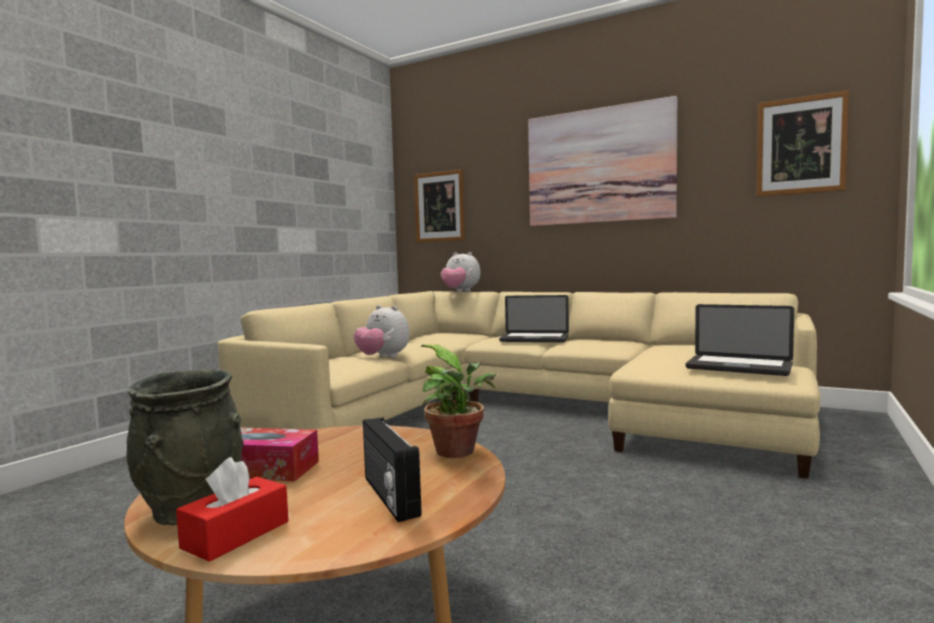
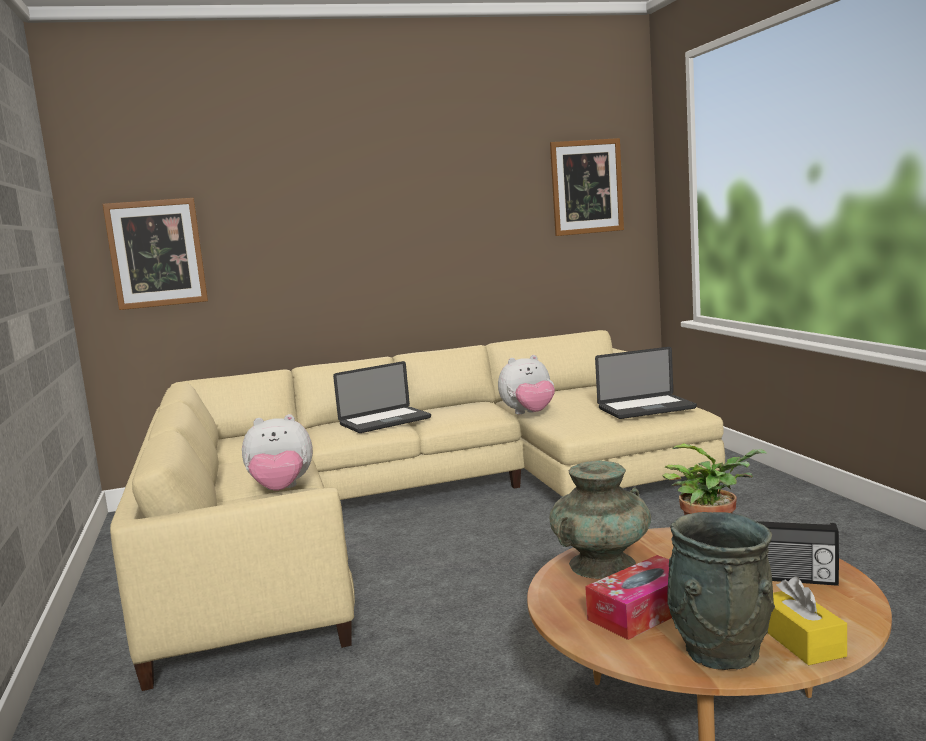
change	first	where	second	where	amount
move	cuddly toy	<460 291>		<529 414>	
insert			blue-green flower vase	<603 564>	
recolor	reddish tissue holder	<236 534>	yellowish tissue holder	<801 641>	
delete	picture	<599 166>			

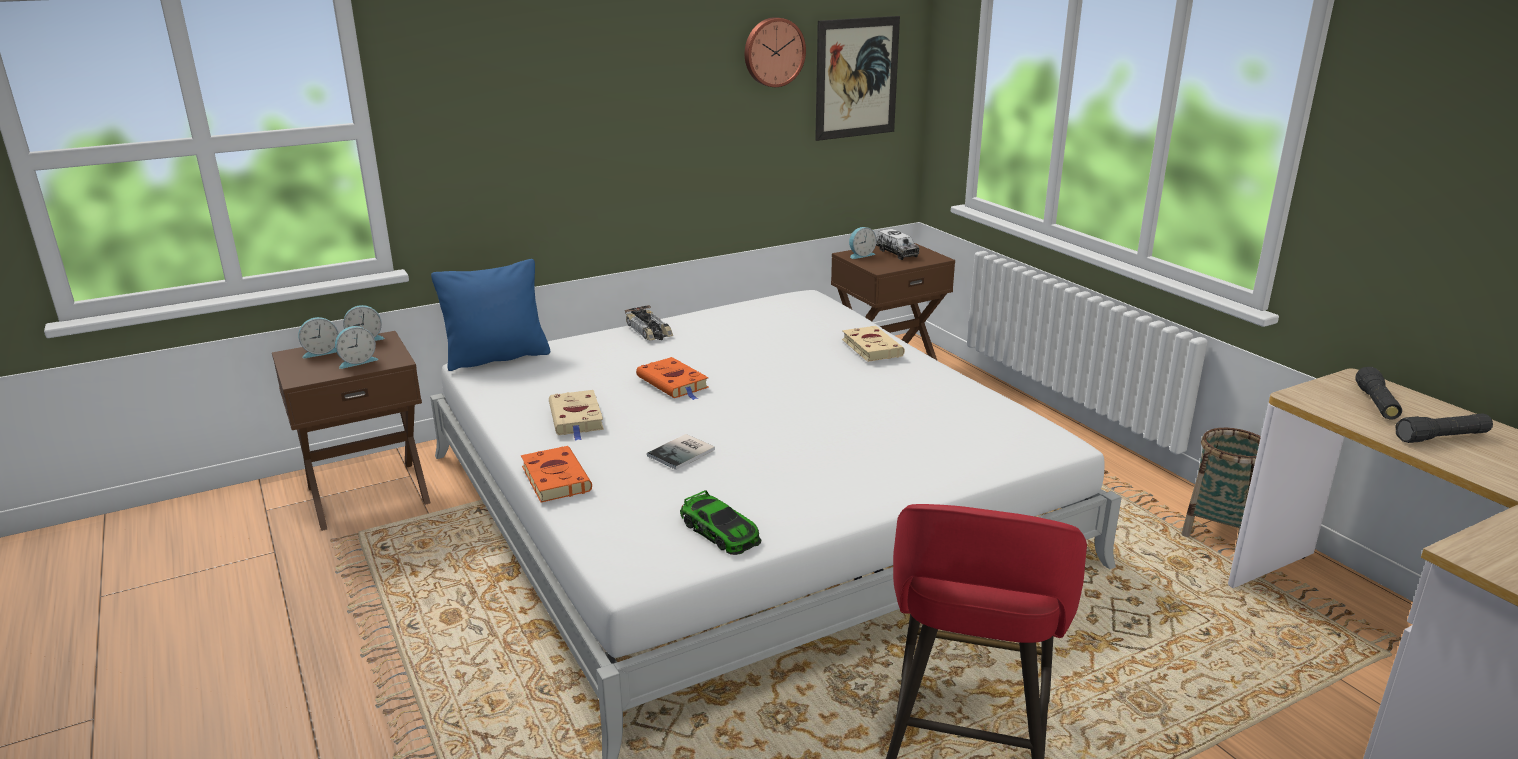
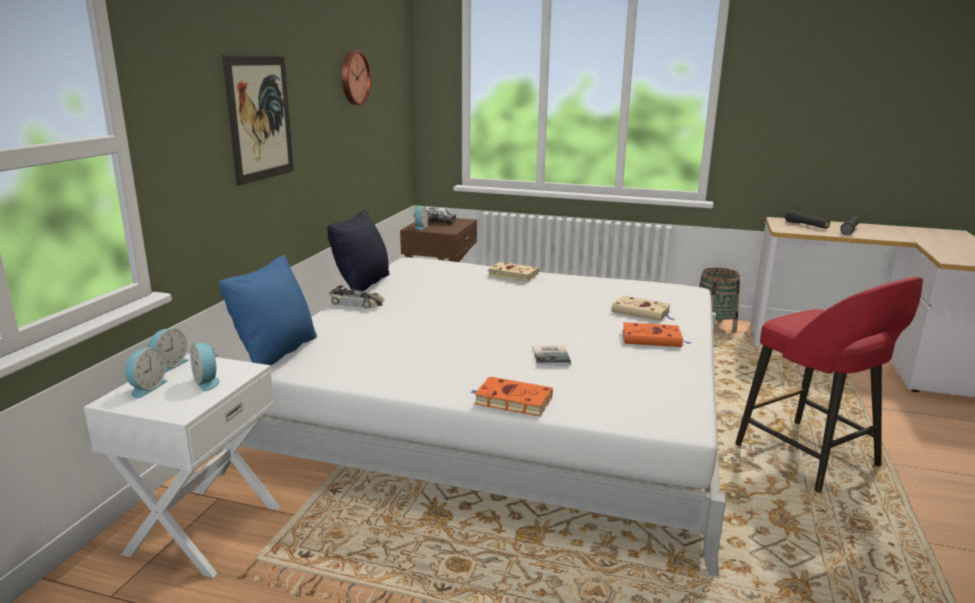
change	first	where	second	where	amount
recolor	brown-coloured bedside table	<368 493>	white bedside table	<202 529>	
rotate	table clock	<357 361>		<208 381>	135 degrees clockwise
move	picture	<856 78>		<260 118>	
insert			black-coloured cushion	<363 284>	
move	beige bound book	<577 418>		<642 312>	
move	orangey bound book	<674 383>		<653 339>	
delete	toy car	<720 531>			

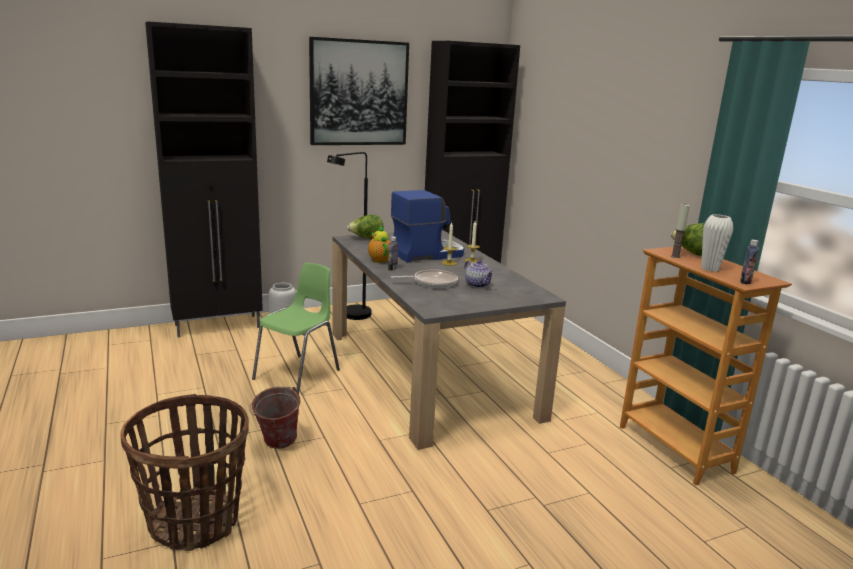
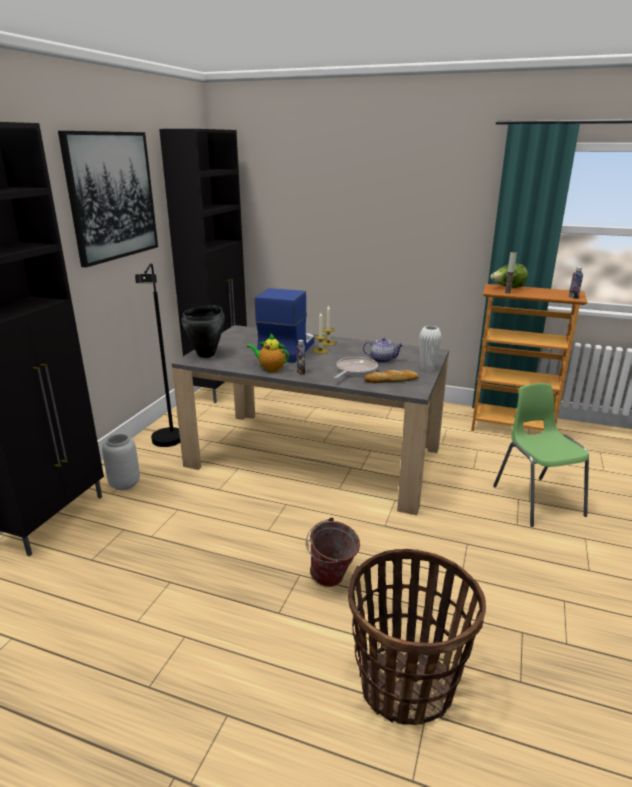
change	first	where	second	where	amount
replace	lettuce	<366 238>	black-coloured cooking pot	<206 354>	
insert			bread	<391 380>	
move	white flower vase	<710 269>		<427 369>	
move	greenish upright chair	<298 374>		<537 500>	

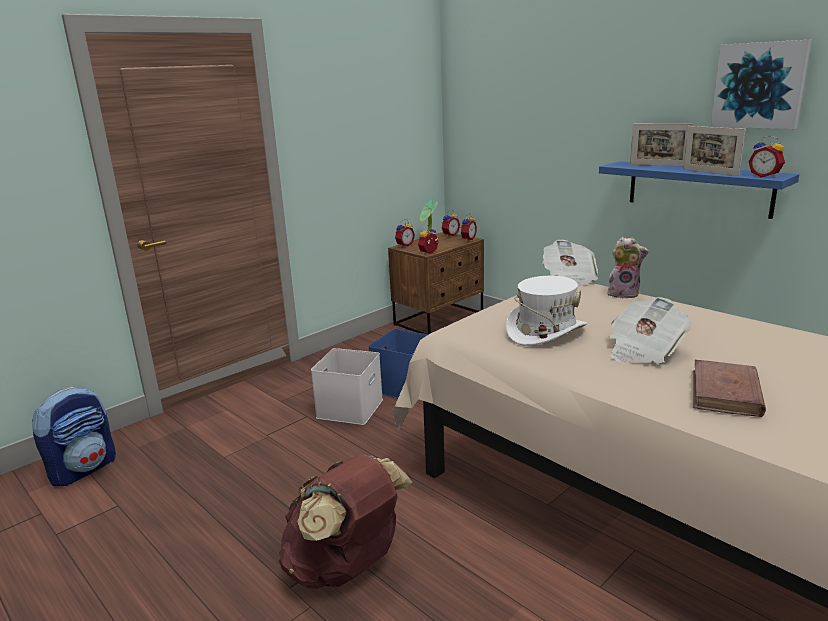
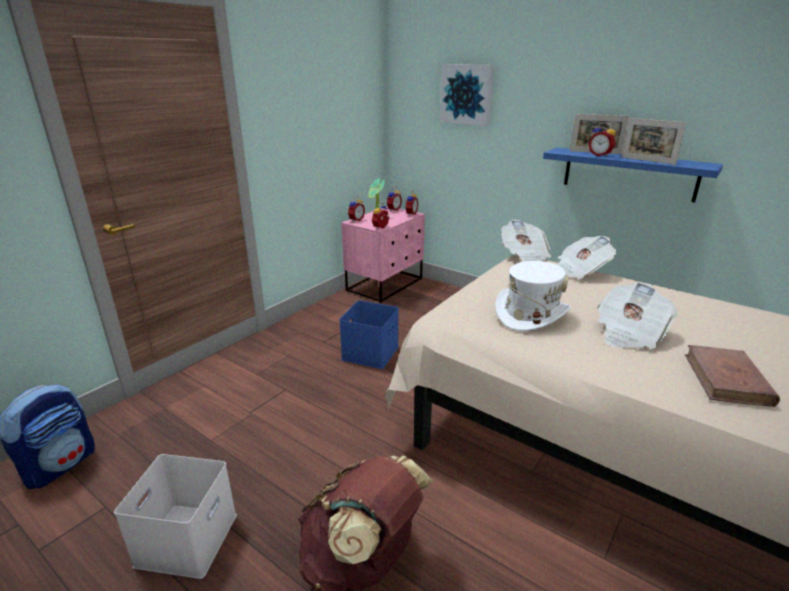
change	first	where	second	where	amount
move	white storage box	<349 408>		<186 537>	
recolor	brown-coloured bedside table	<440 320>	pink-coloured bedside table	<385 285>	
move	picture	<759 85>		<467 94>	
replace	cuddly toy	<624 294>	daily paper	<579 271>	
move	table clock	<765 176>		<600 155>	

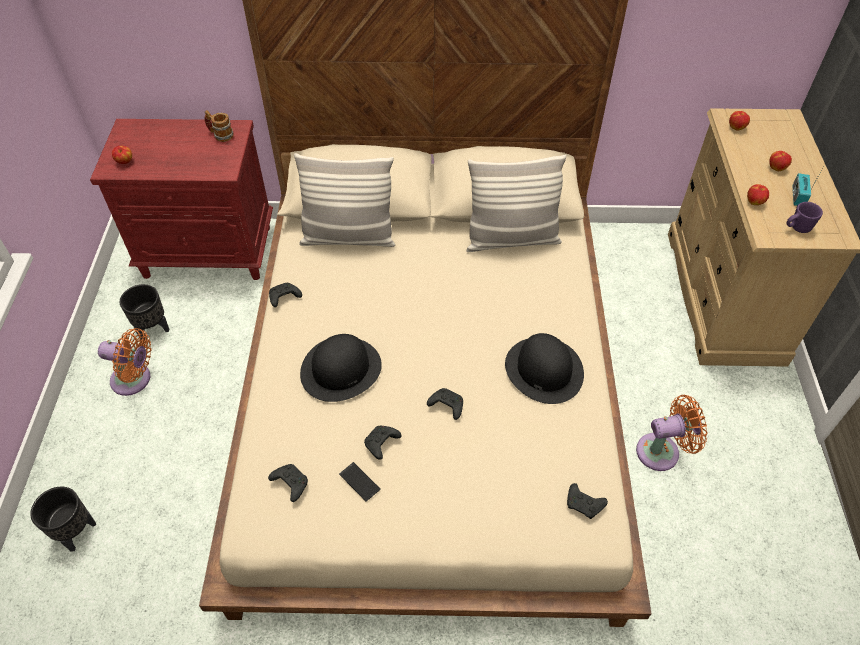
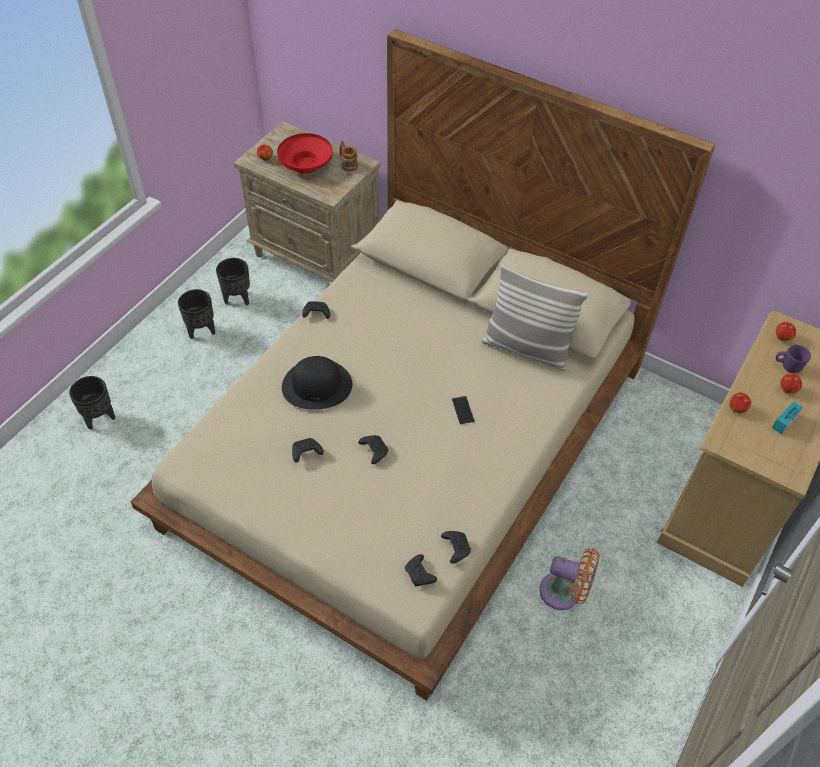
change	first	where	second	where	amount
replace	orangey cooling fan	<135 380>	black-coloured flower pot	<201 330>	
recolor	reddish bedside table	<209 251>	beige bedside table	<317 256>	
insert			reddish deep dish	<306 164>	
move	black-coloured joypad	<290 483>		<455 548>	
move	handset	<359 481>		<463 410>	
move	purple mug	<797 228>		<787 366>	
delete	cushion	<348 238>			
delete	black-coloured wearable hat	<543 369>			

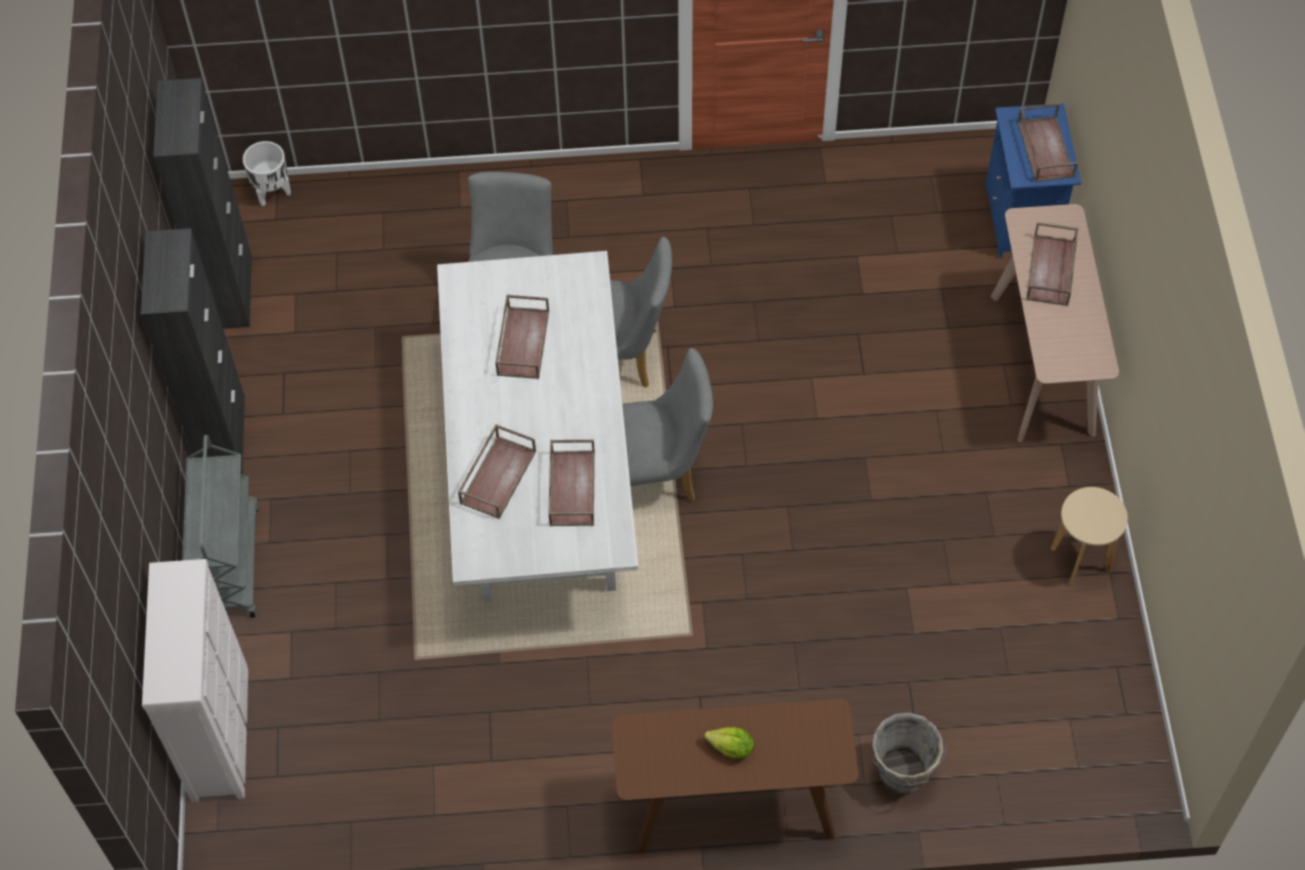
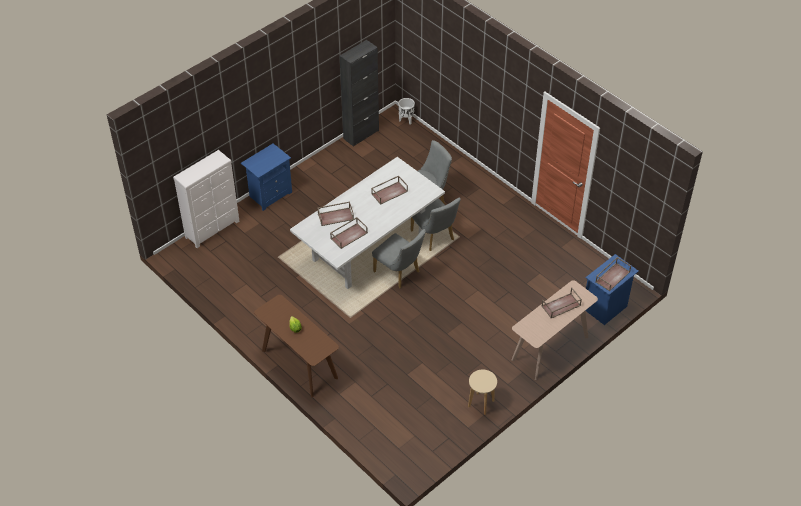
change	first	where	second	where	amount
replace	grey trolley	<229 561>	blue-coloured bedside table	<269 194>	
delete	black-coloured cupboard	<223 436>			
delete	grey bucket	<902 773>			

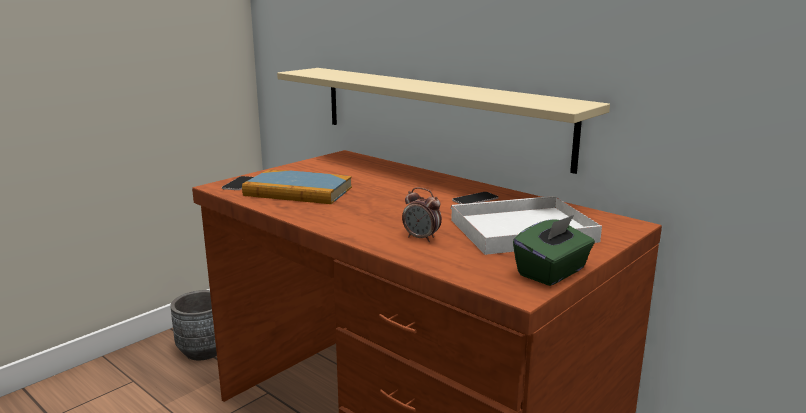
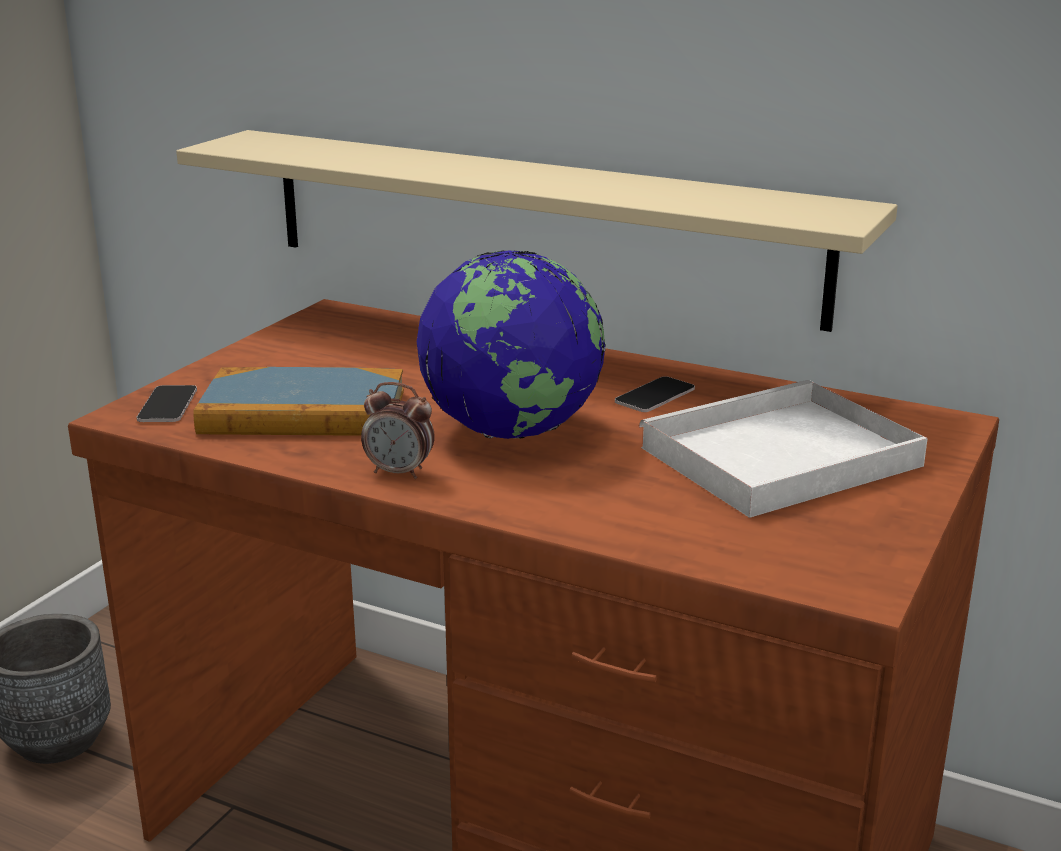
change	first	where	second	where	amount
move	table clock	<421 238>		<400 472>	
insert			world globe	<512 430>	
delete	greenish tissue holder	<552 272>			

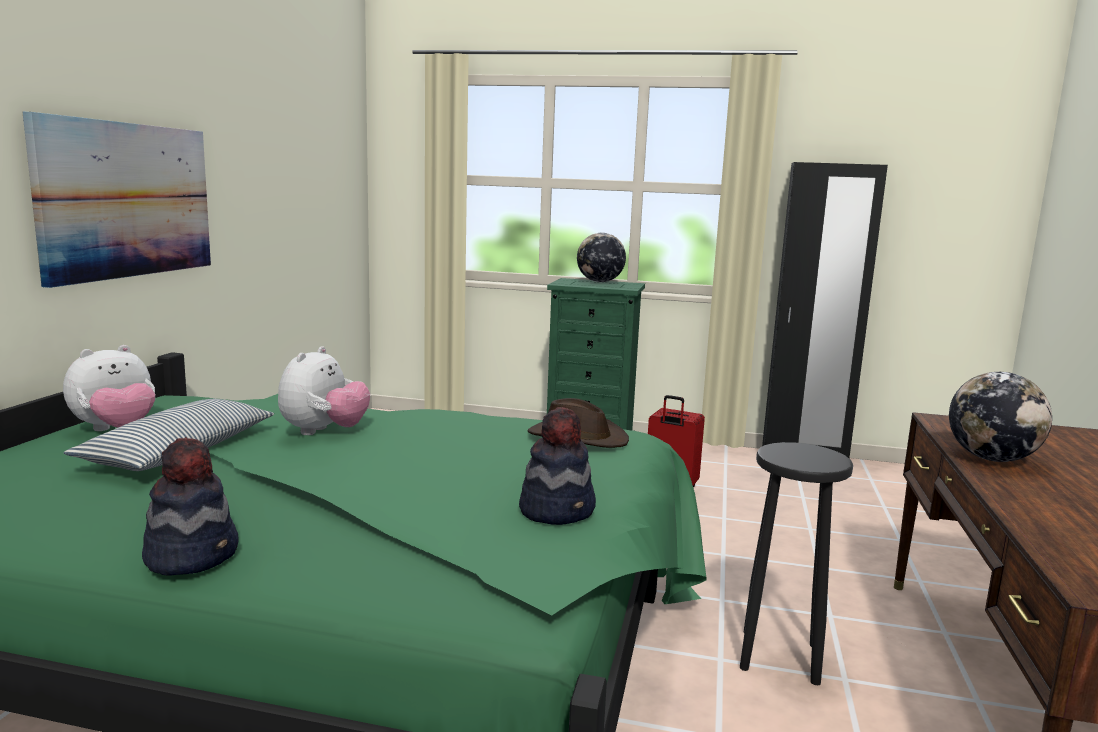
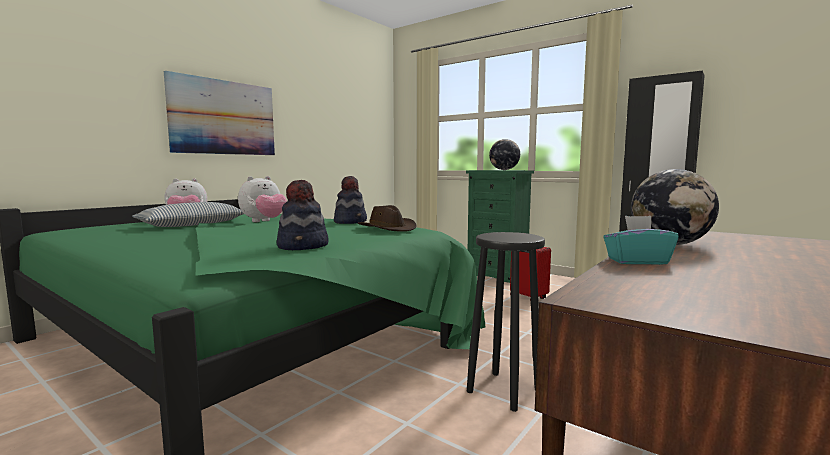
change	first	where	second	where	amount
move	wearable hat	<193 555>		<350 222>	
insert			blue-green tissue holder	<637 261>	

